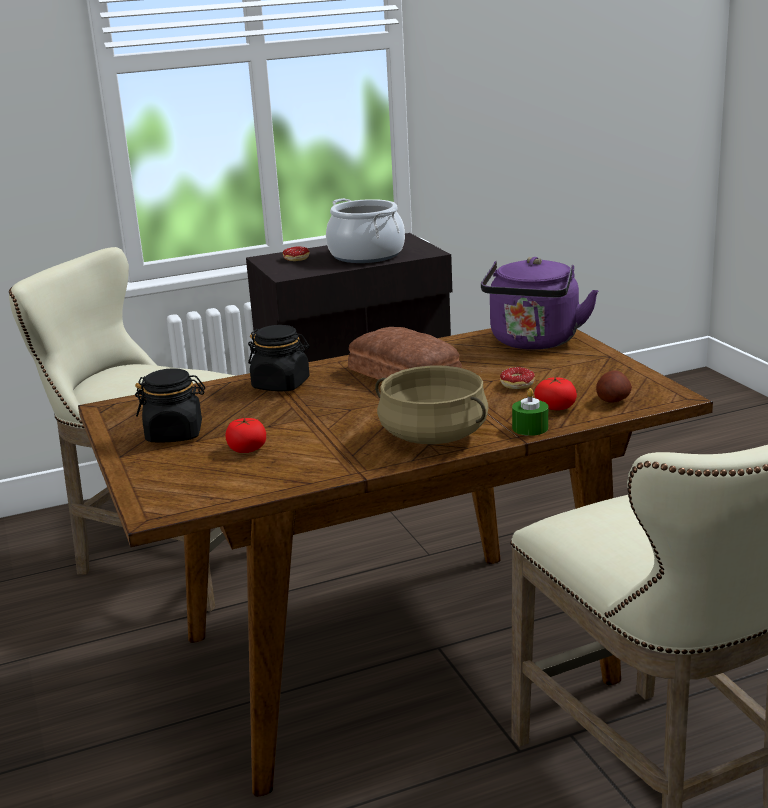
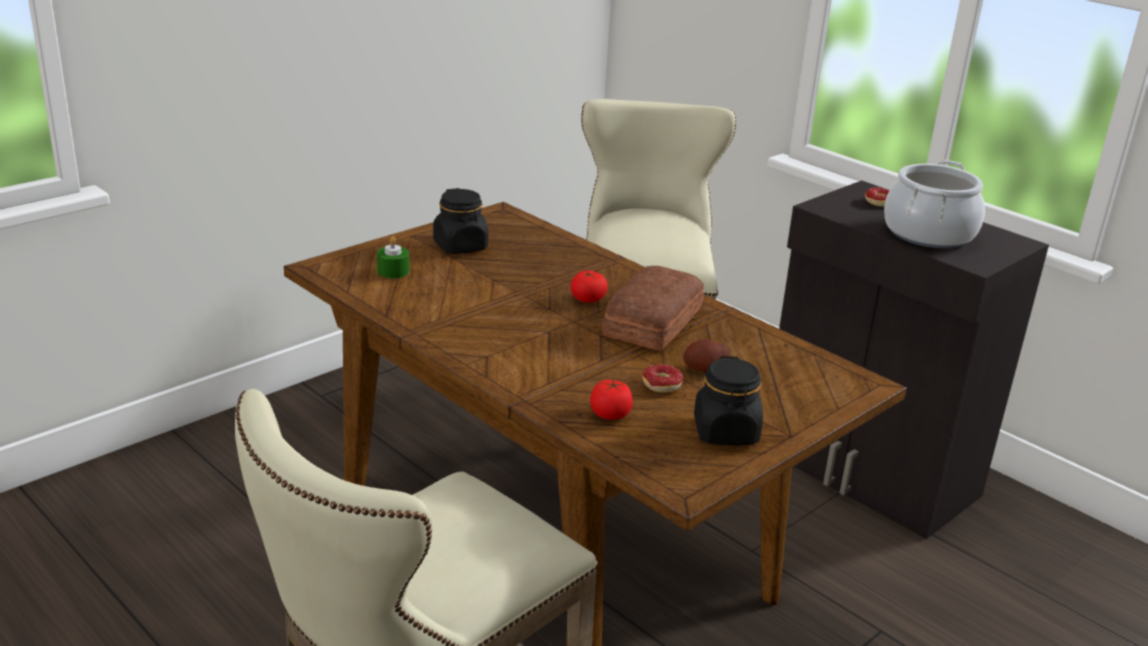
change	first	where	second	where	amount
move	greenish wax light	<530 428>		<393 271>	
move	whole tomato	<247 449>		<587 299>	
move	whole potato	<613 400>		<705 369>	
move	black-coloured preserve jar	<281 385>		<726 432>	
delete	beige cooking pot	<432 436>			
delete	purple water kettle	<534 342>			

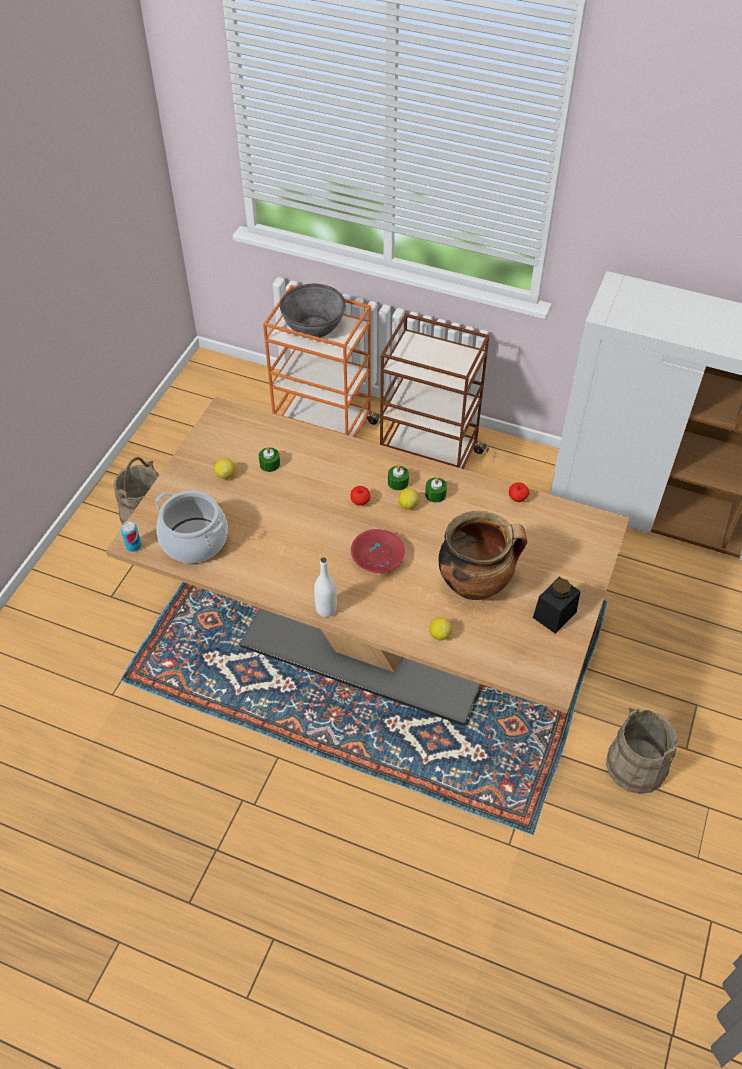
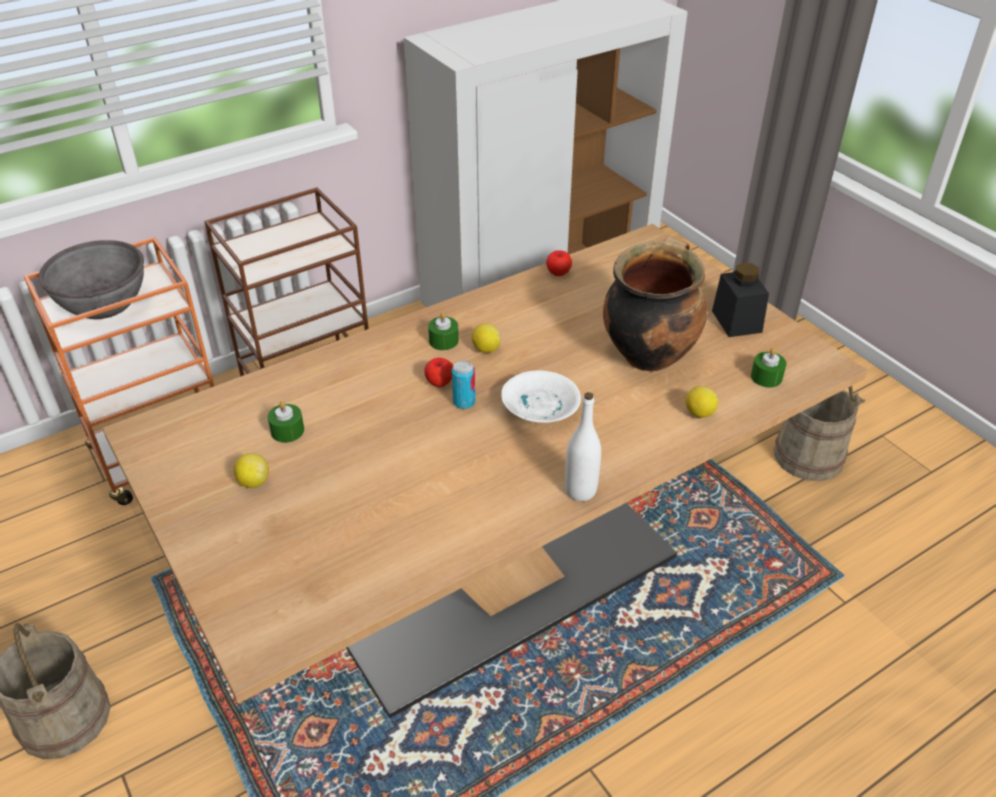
change	first	where	second	where	amount
move	can	<133 546>		<464 402>	
recolor	reddish deep dish	<378 556>	white deep dish	<539 407>	
move	greenish wax light	<435 494>		<766 377>	
delete	cooking pot	<194 540>			

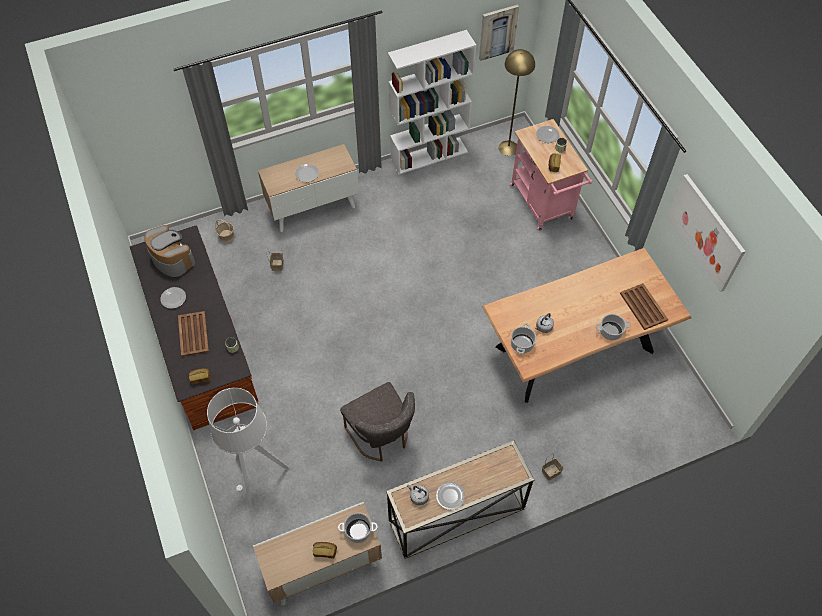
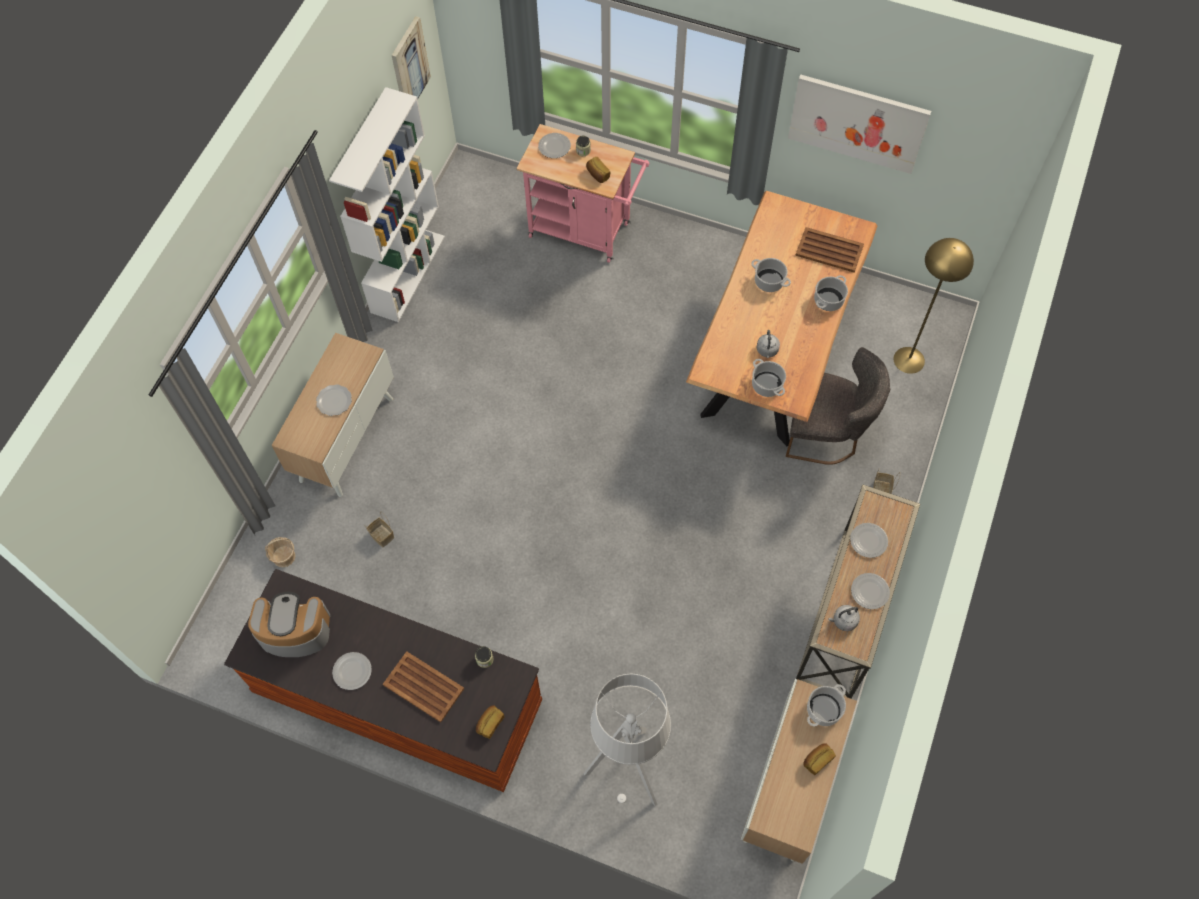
change	first	where	second	where	amount
insert			cooking pot	<769 281>	
move	grey upright chair	<381 437>		<827 434>	
insert			plate	<869 540>	
move	yellowish floor lamp	<508 148>		<909 360>	

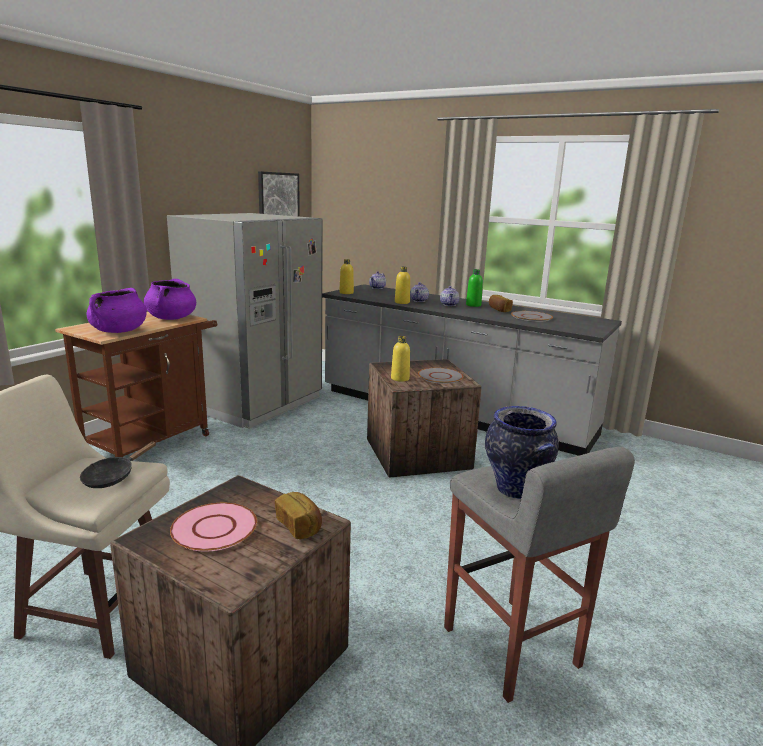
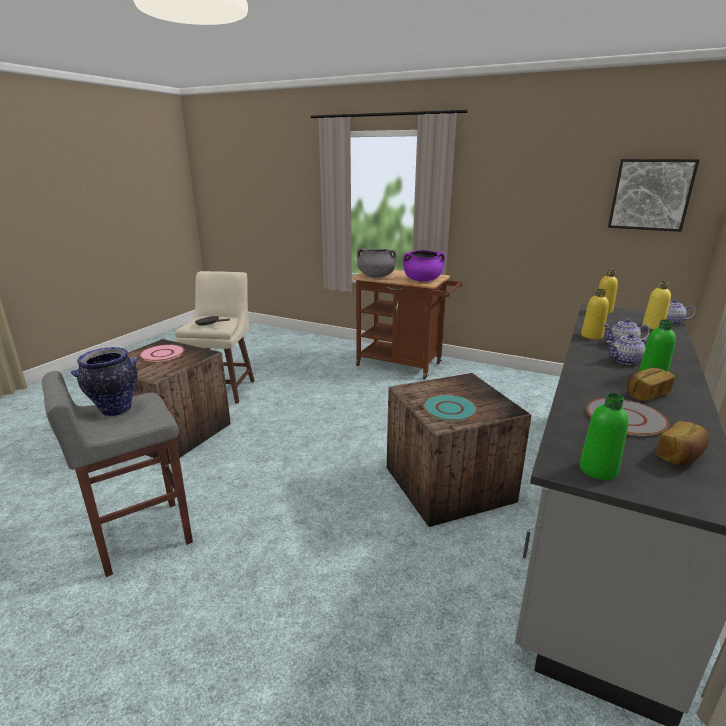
change	first	where	second	where	amount
recolor	purple cooking pot	<119 331>	grey cooking pot	<376 276>	
recolor	grey plate	<440 376>	blue-green plate	<450 409>	
insert			greenish drink bottle	<598 470>	
move	yellowish drink bottle	<400 378>		<653 326>	
move	bread	<299 526>		<681 456>	
delete	grey kitchen fridge	<254 403>			

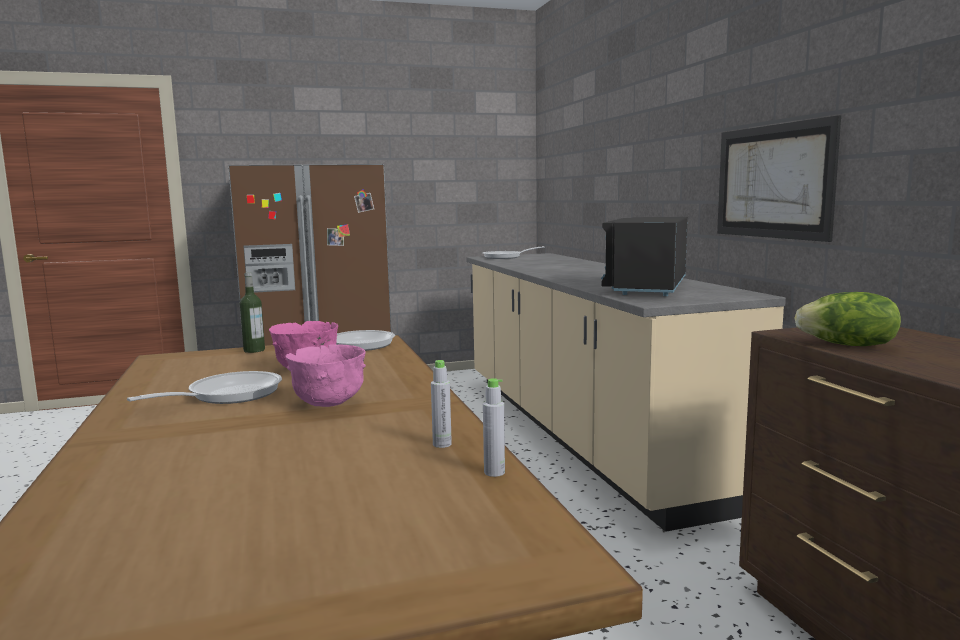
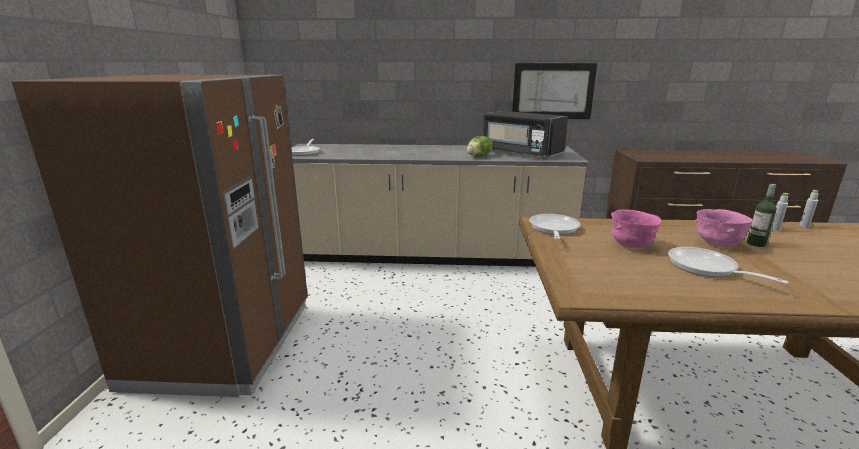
change	first	where	second	where	amount
move	lettuce	<848 345>		<479 156>	
move	drink bottle	<254 350>		<756 244>	

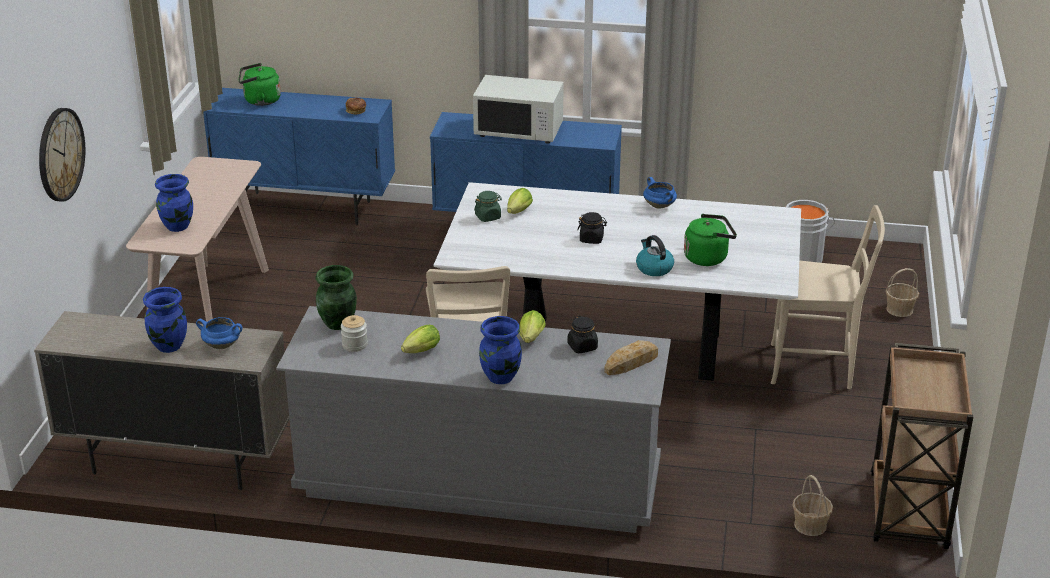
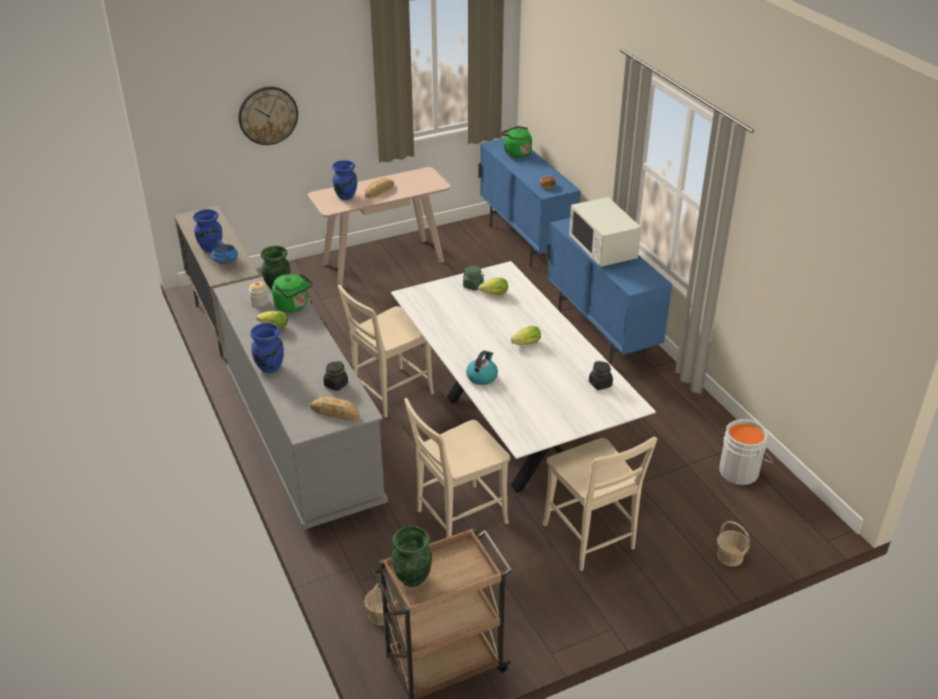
change	first	where	second	where	amount
move	greenish water kettle	<708 257>		<293 306>	
insert			bread	<379 191>	
insert			greenish flower vase	<413 578>	
insert			beige upright chair	<457 518>	
move	lettuce	<530 339>		<525 344>	
move	black-coloured preserve jar	<591 239>		<600 384>	
delete	blue-coloured cooking pot	<660 206>			

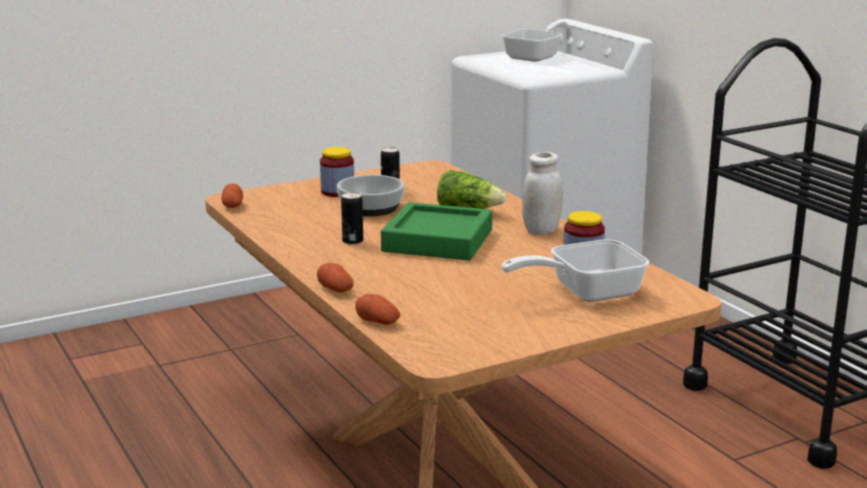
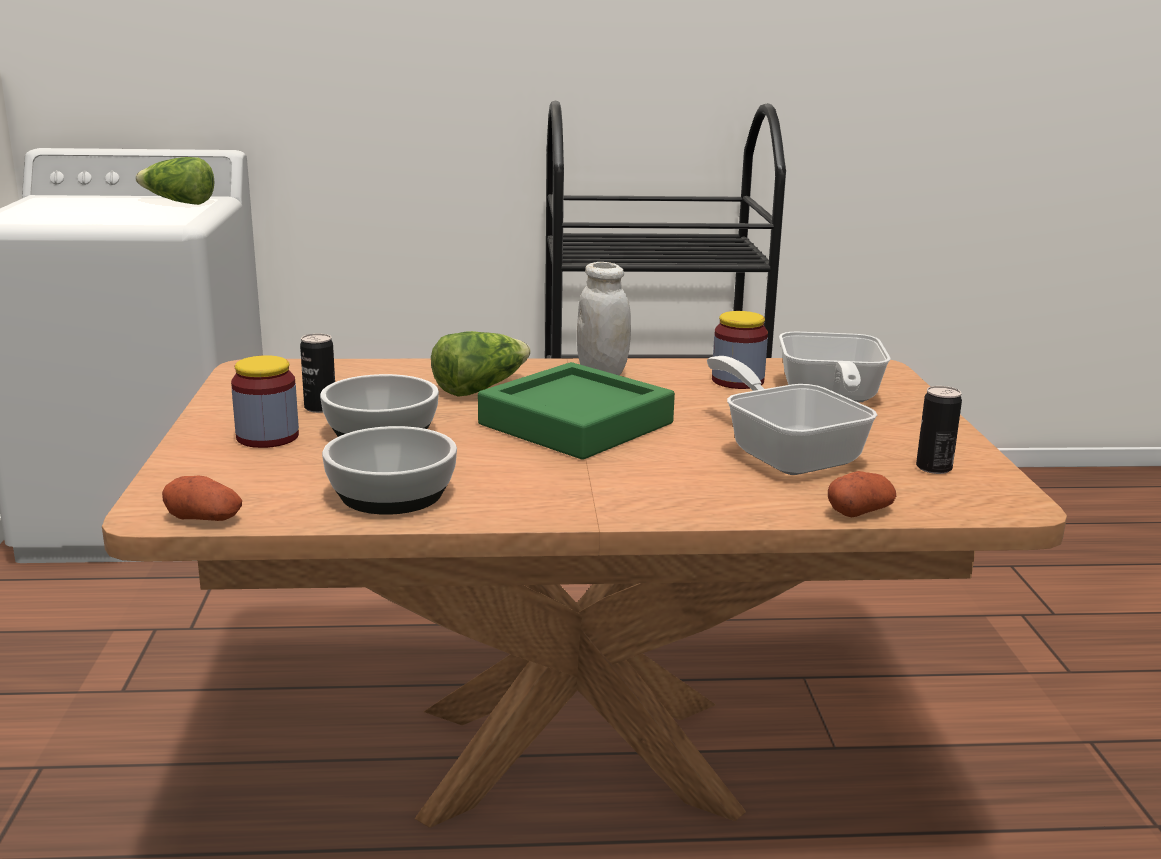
change	first	where	second	where	amount
insert			lettuce	<178 203>	
insert			deep dish	<392 493>	
move	pan	<536 57>		<785 452>	
move	can	<352 241>		<934 468>	
delete	whole potato	<335 289>			

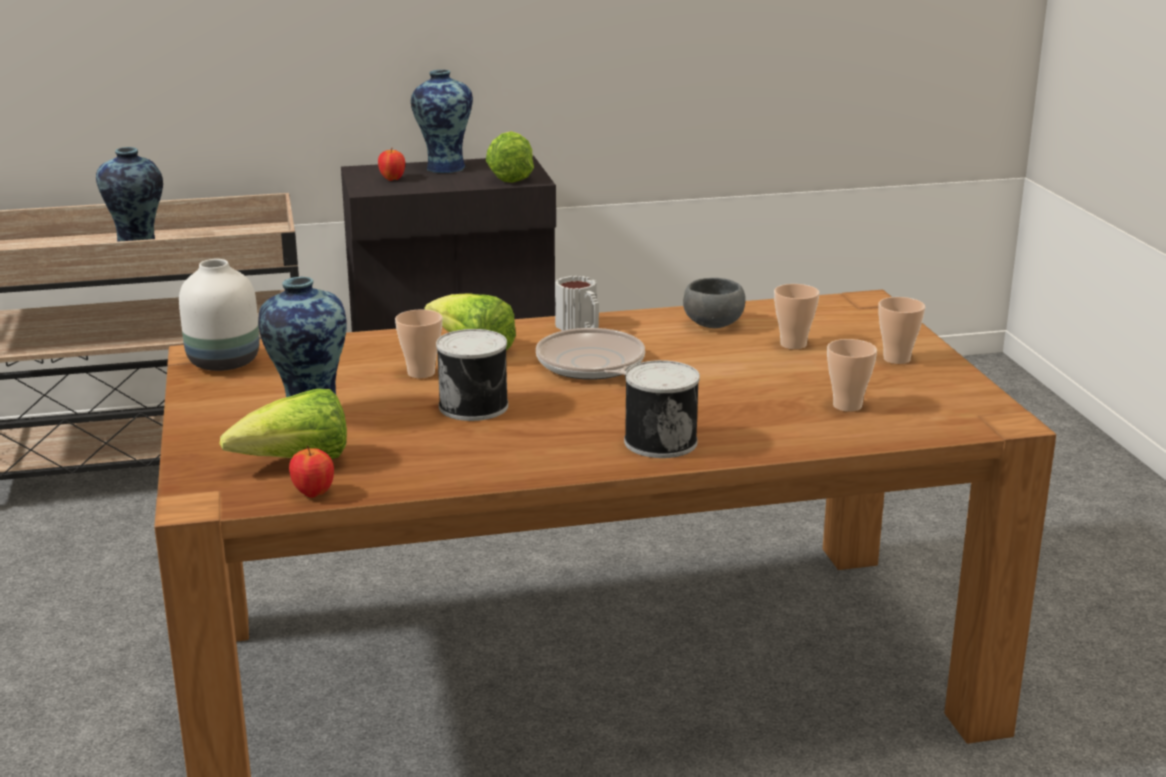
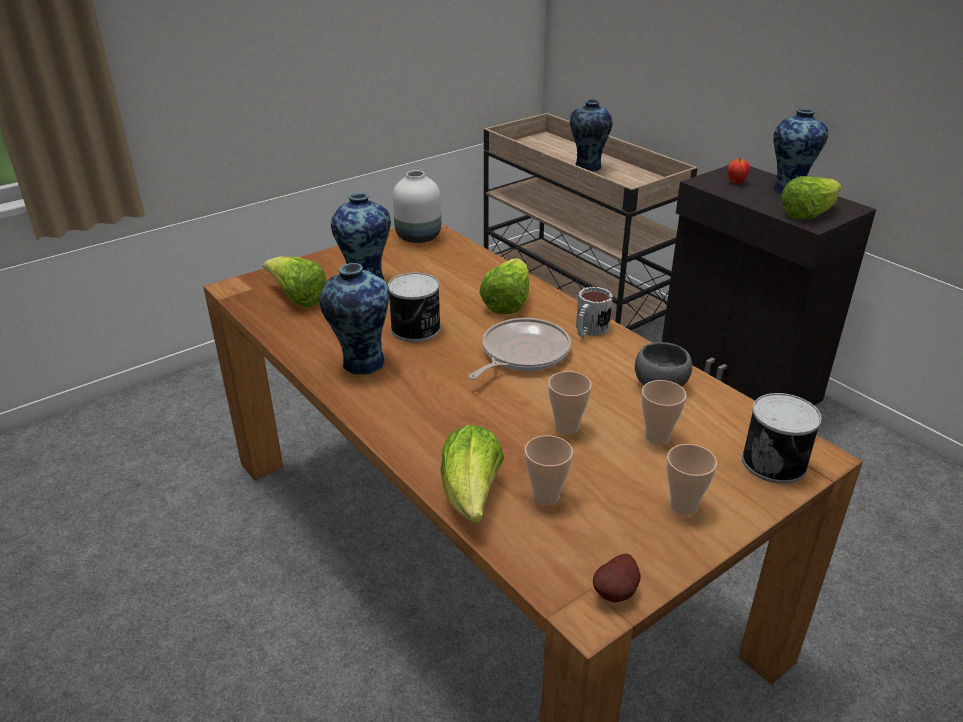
change	first	where	second	where	amount
insert			flower vase	<361 363>	
insert			lettuce	<472 496>	
move	drinking cup	<421 373>		<566 427>	
insert			whole potato	<617 593>	
move	can	<660 441>		<775 462>	
delete	apple fruit	<313 493>			

